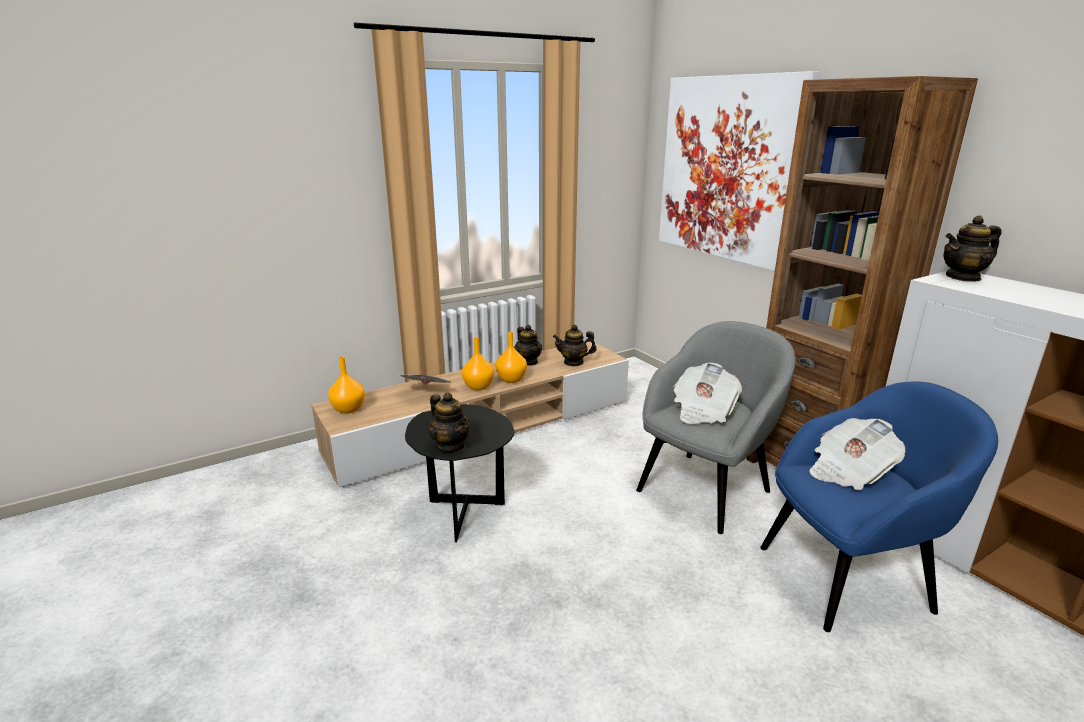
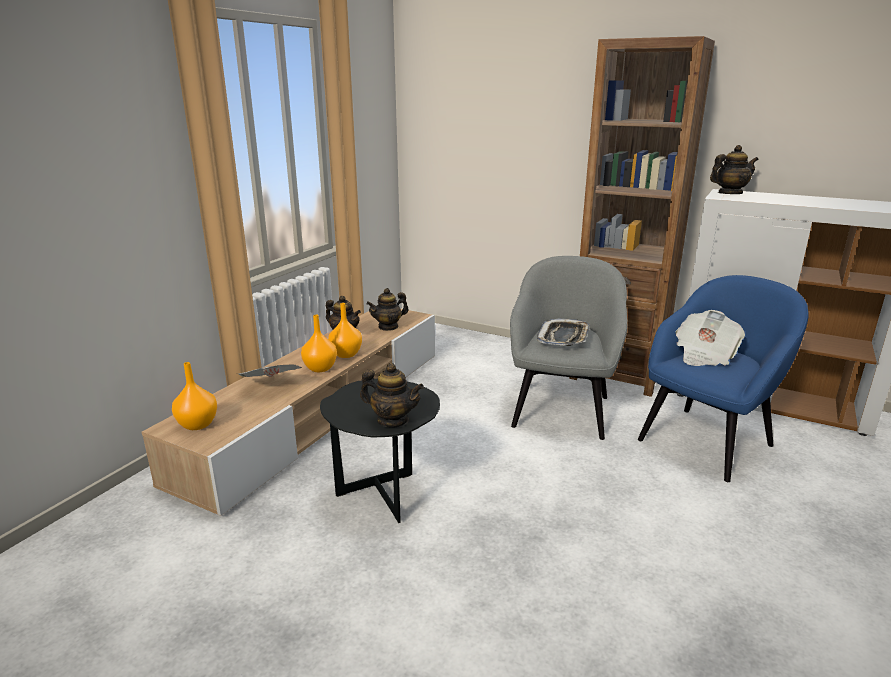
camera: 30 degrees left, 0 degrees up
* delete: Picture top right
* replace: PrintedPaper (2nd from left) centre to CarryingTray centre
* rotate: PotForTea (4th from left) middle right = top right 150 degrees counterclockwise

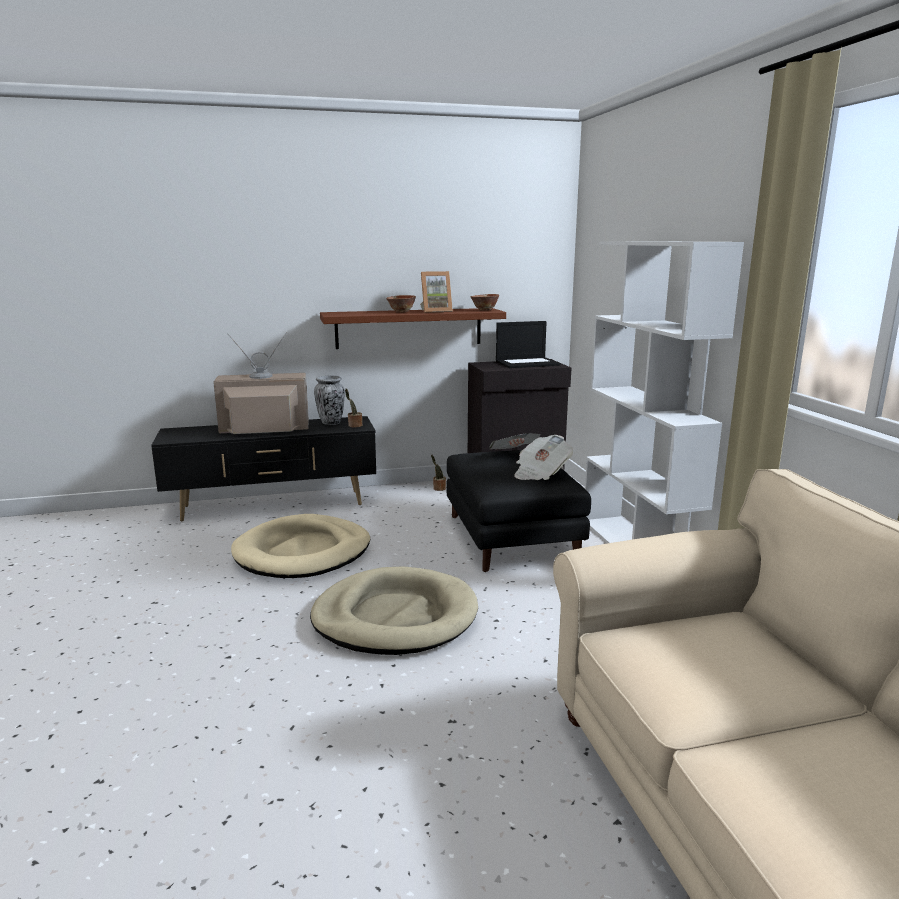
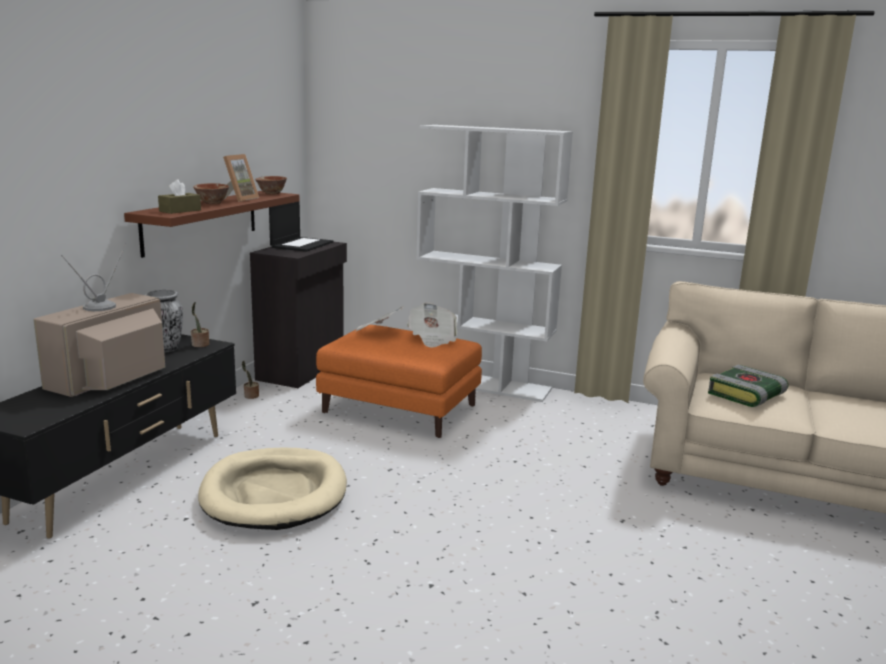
camera: 55 degrees left, 0 degrees up
* delete: BeigeDogBed (2nd from left) bottom centre
* recolor: BlackishPouffe centre to OrangeColouredPouffe centre
* insert: BrownishTissueHolder top left
* insert: Volume middle right

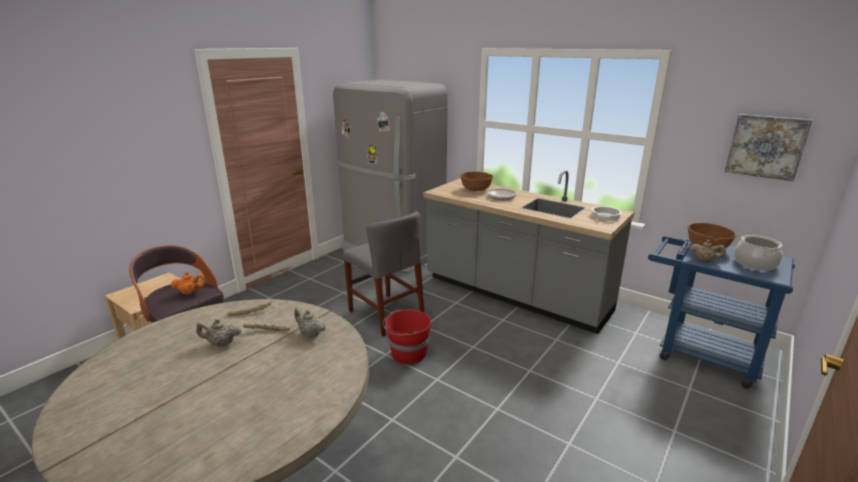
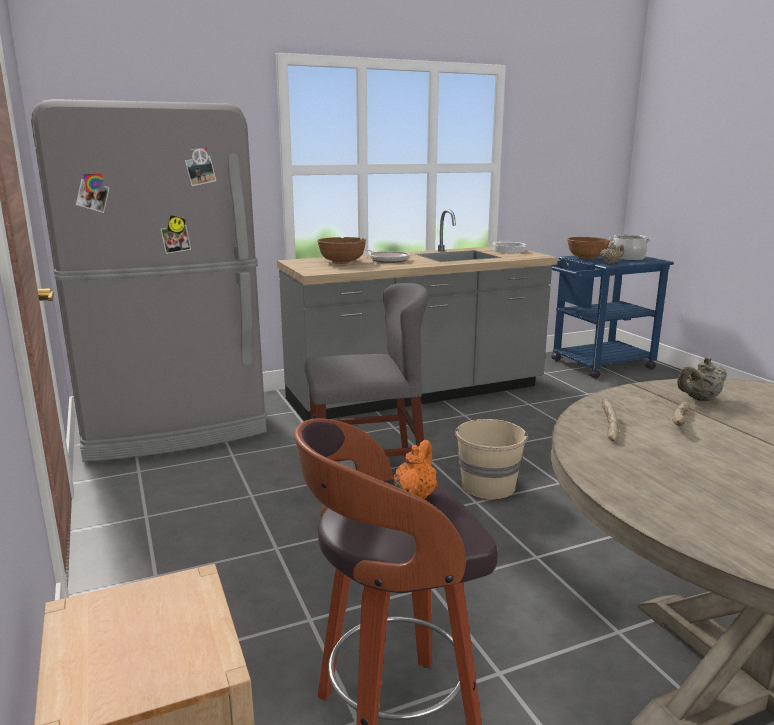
camera: 60 degrees left, 5 degrees down
* delete: BeigePotForTea (1st from left) bottom left
* recolor: RedColouredBucket bottom centre to BeigeBucket centre
* delete: Picture top right

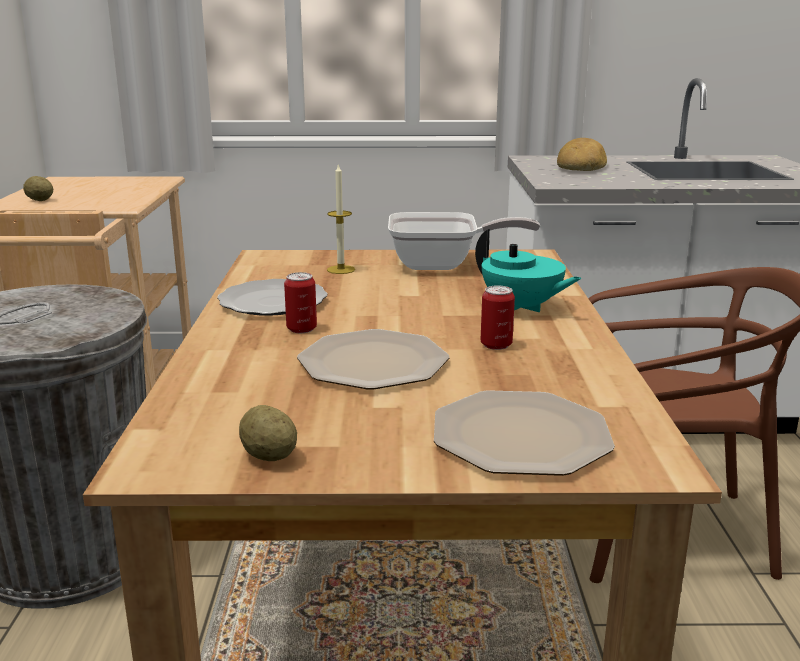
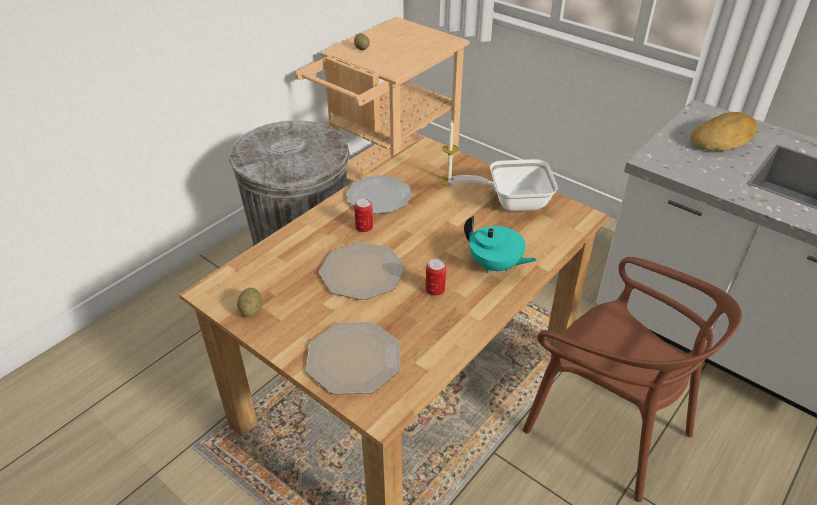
camera: 40 degrees right, 20 degrees up
* rotate: FryingPan centre = centre 135 degrees clockwise
* rotate: BlueGreenPotForTea centre = centre 45 degrees counterclockwise

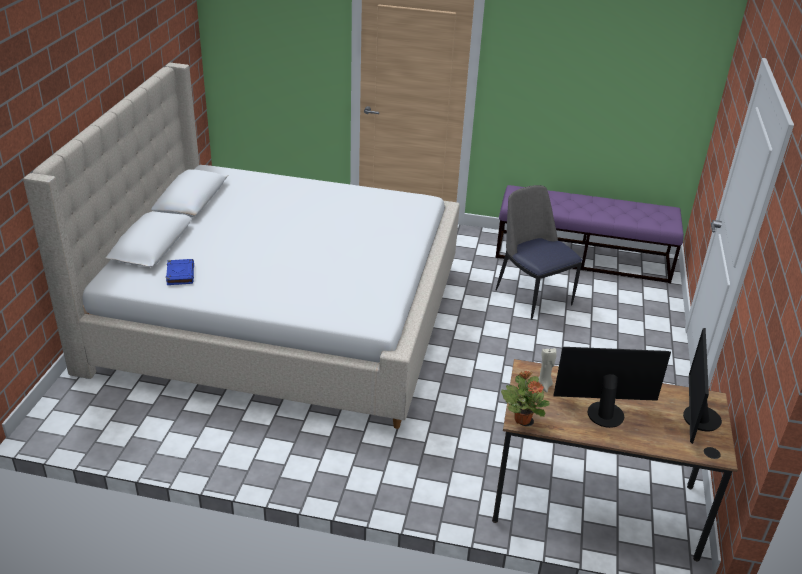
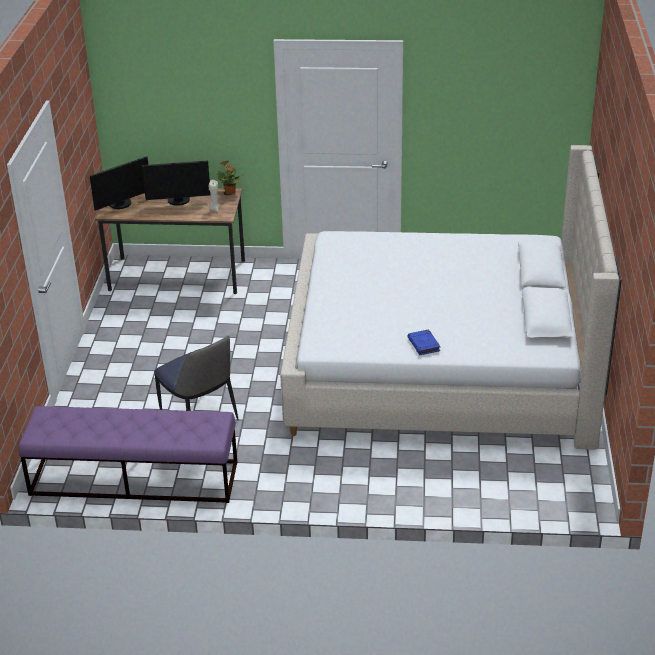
camera: 175 degrees right, 0 degrees up
* move: BluishVolume middle left to centre
* rotate: ComputerDisplay (2nd from left in the first image) bottom right = top left 45 degrees clockwise

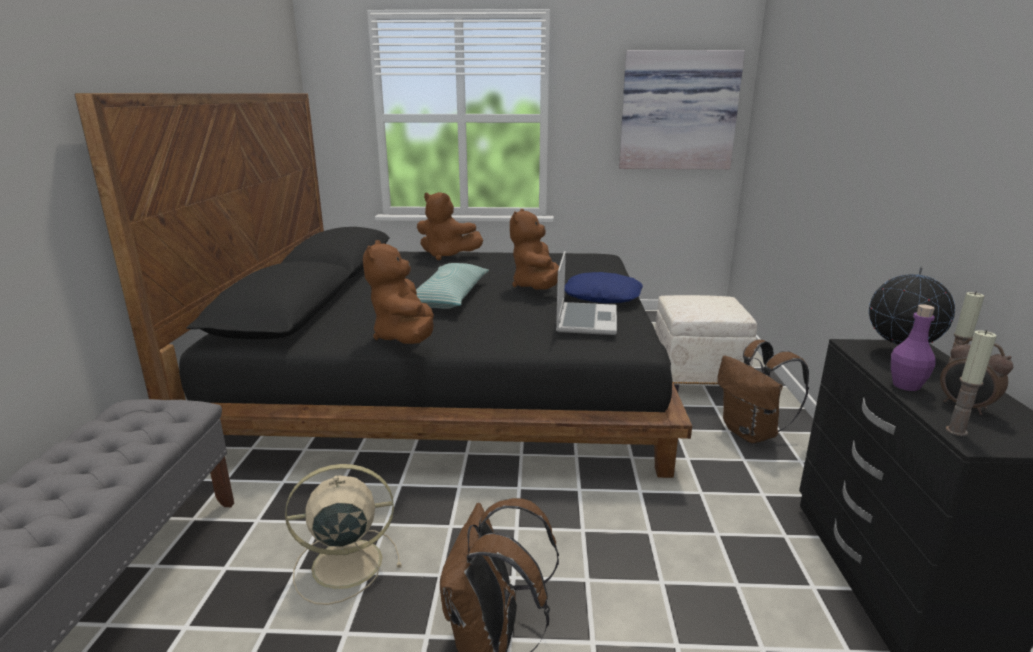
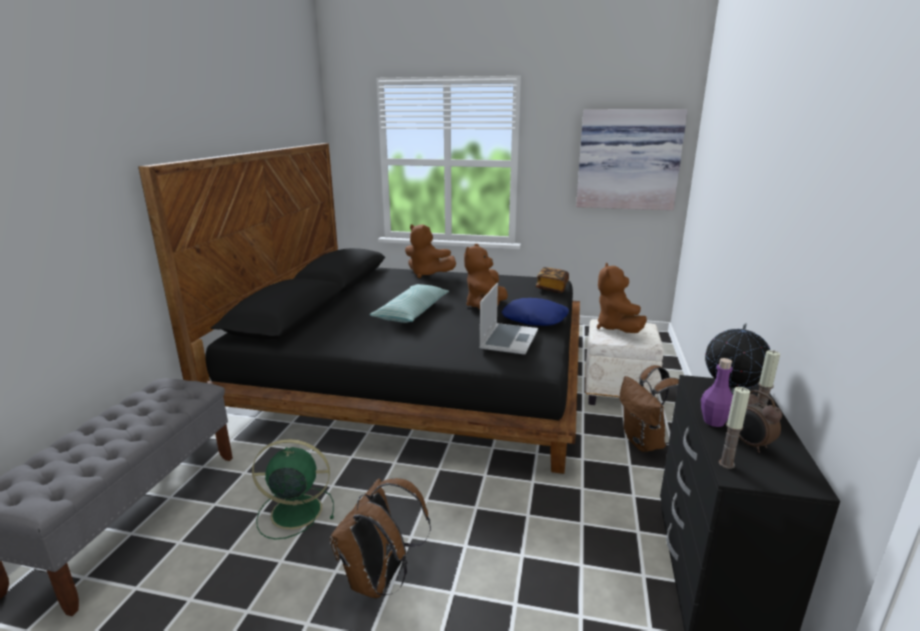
camera: 10 degrees right, 0 degrees up
* recolor: BeigeCoolingFan bottom left to GreenColouredCoolingFan bottom left
* move: BrownishSoftToy (1st from left in the first image) centre to BrownishSoftToy (3rd from left) middle right
* insert: Volume centre

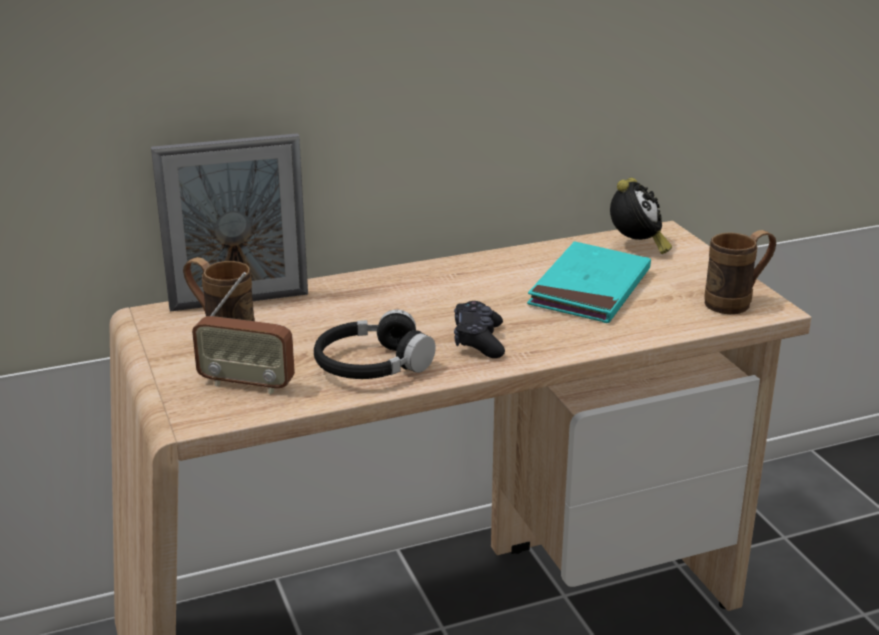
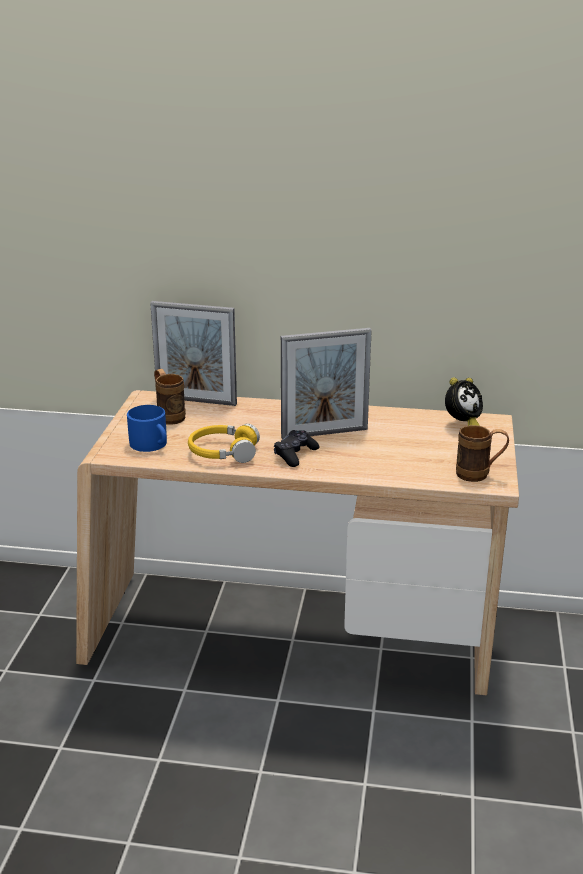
camera: 30 degrees right, 0 degrees up
* replace: Radio middle left to BluishTeaMug middle left
* recolor: BlackishHeadset centre to YellowColouredHeadset centre
* delete: BlueGreenVolume middle right
* insert: PhotoFrame (2nd from left) centre

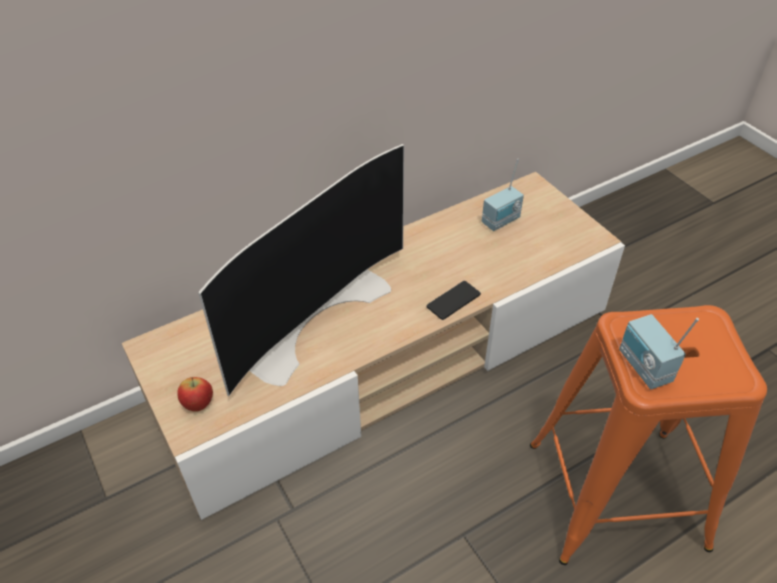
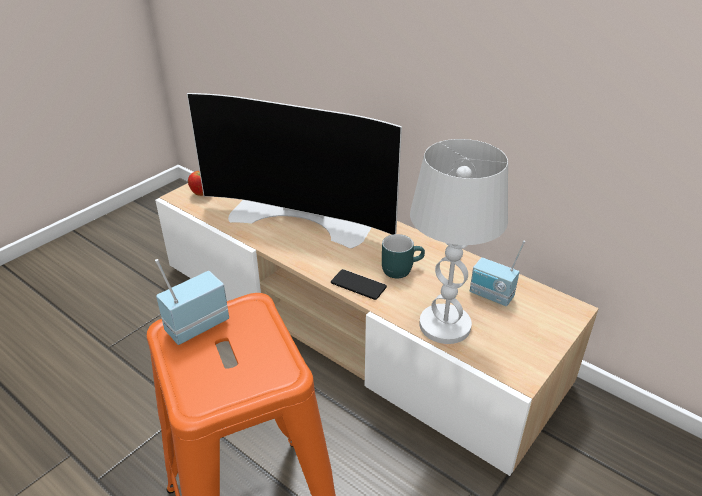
camera: 70 degrees right, 10 degrees down
* insert: BlueGreenTeaMug centre
* insert: WhitishTabletopLamp centre

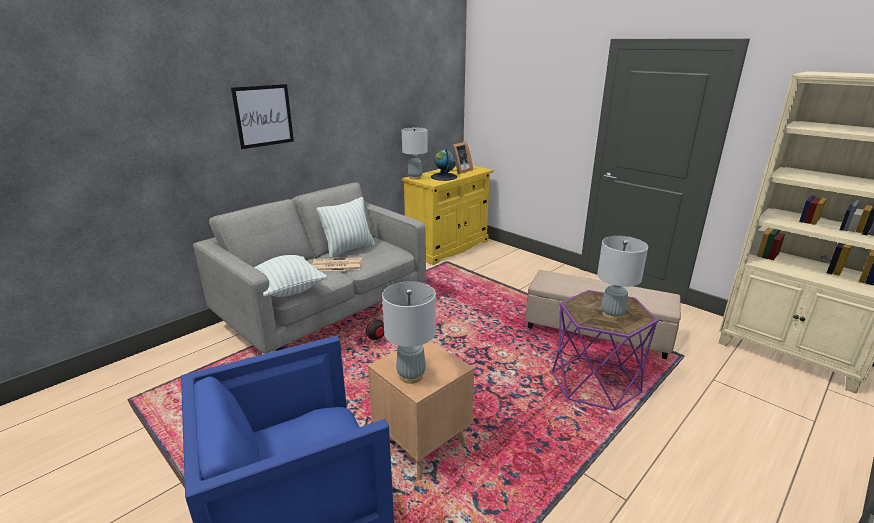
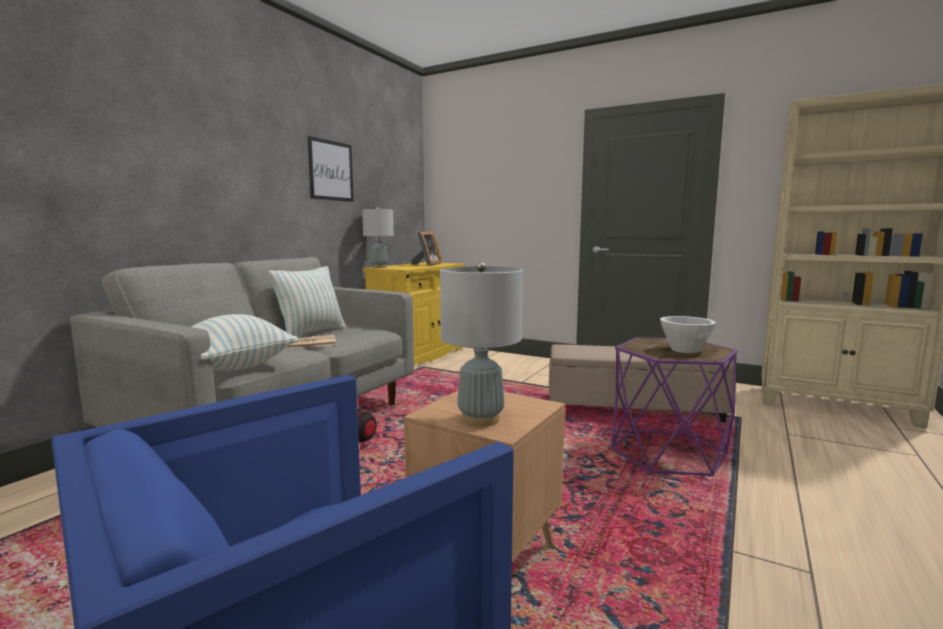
camera: 15 degrees left, 15 degrees down
* move: Picture top left to top centre
* delete: Globe top centre
* replace: GreyTabletopLamp (3rd from left) middle right to WhitishServingBowl middle right

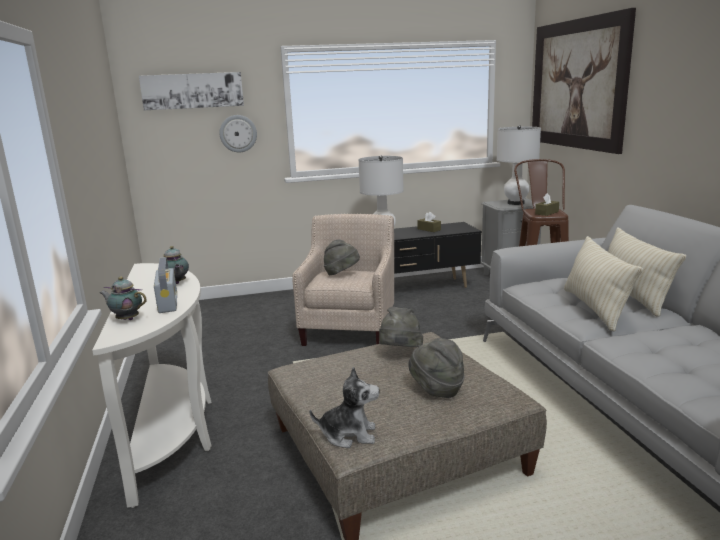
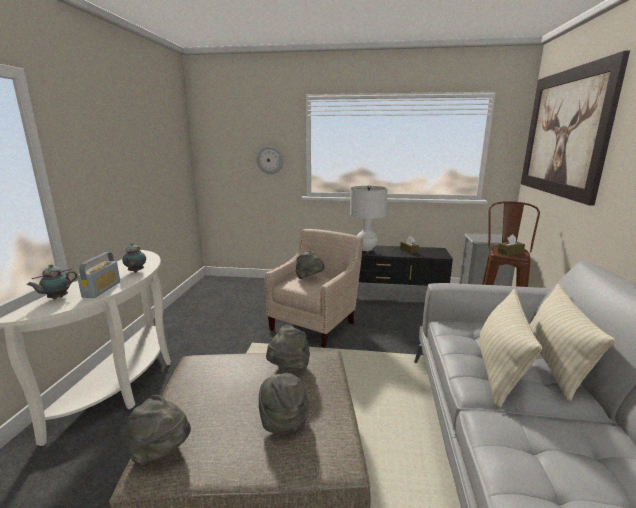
camera: 20 degrees right, 0 degrees up
* rotate: PotForTea (1st from left) middle left = middle left 90 degrees counterclockwise
* delete: Picture (1st from left) top left
* replace: SoftToy bottom centre to GreyClothingHat (1st from left) bottom left
* delete: WhitishTabletopLamp (2nd from left) top right

